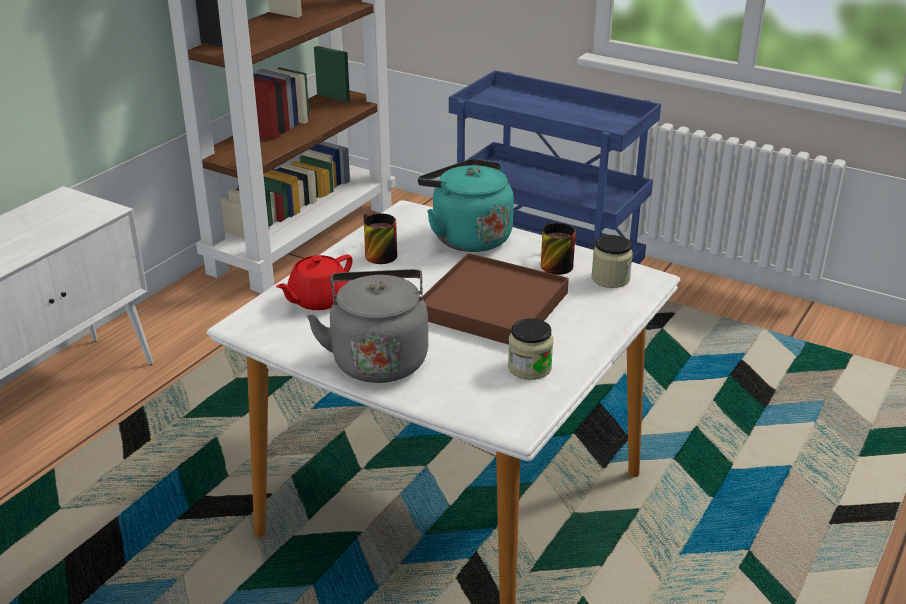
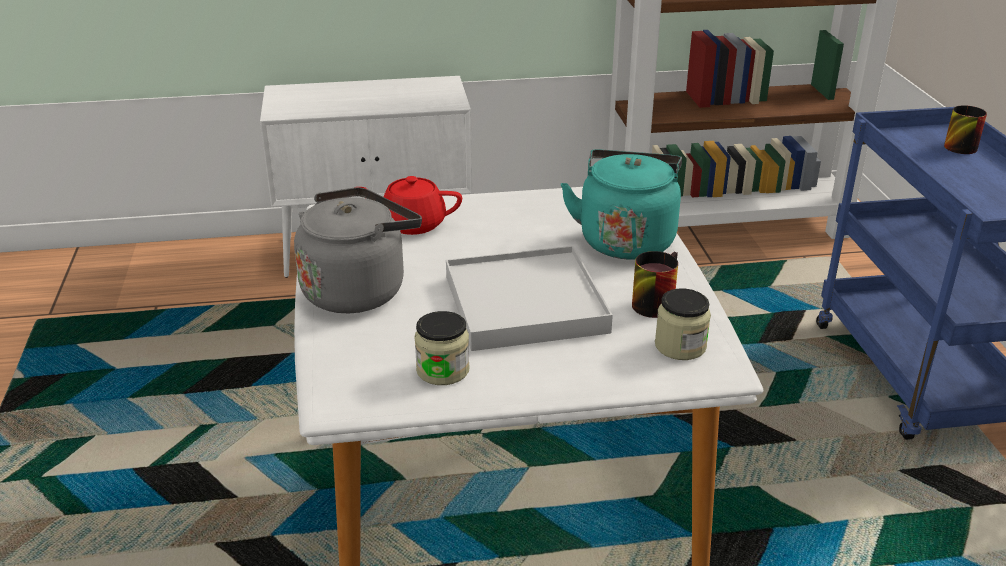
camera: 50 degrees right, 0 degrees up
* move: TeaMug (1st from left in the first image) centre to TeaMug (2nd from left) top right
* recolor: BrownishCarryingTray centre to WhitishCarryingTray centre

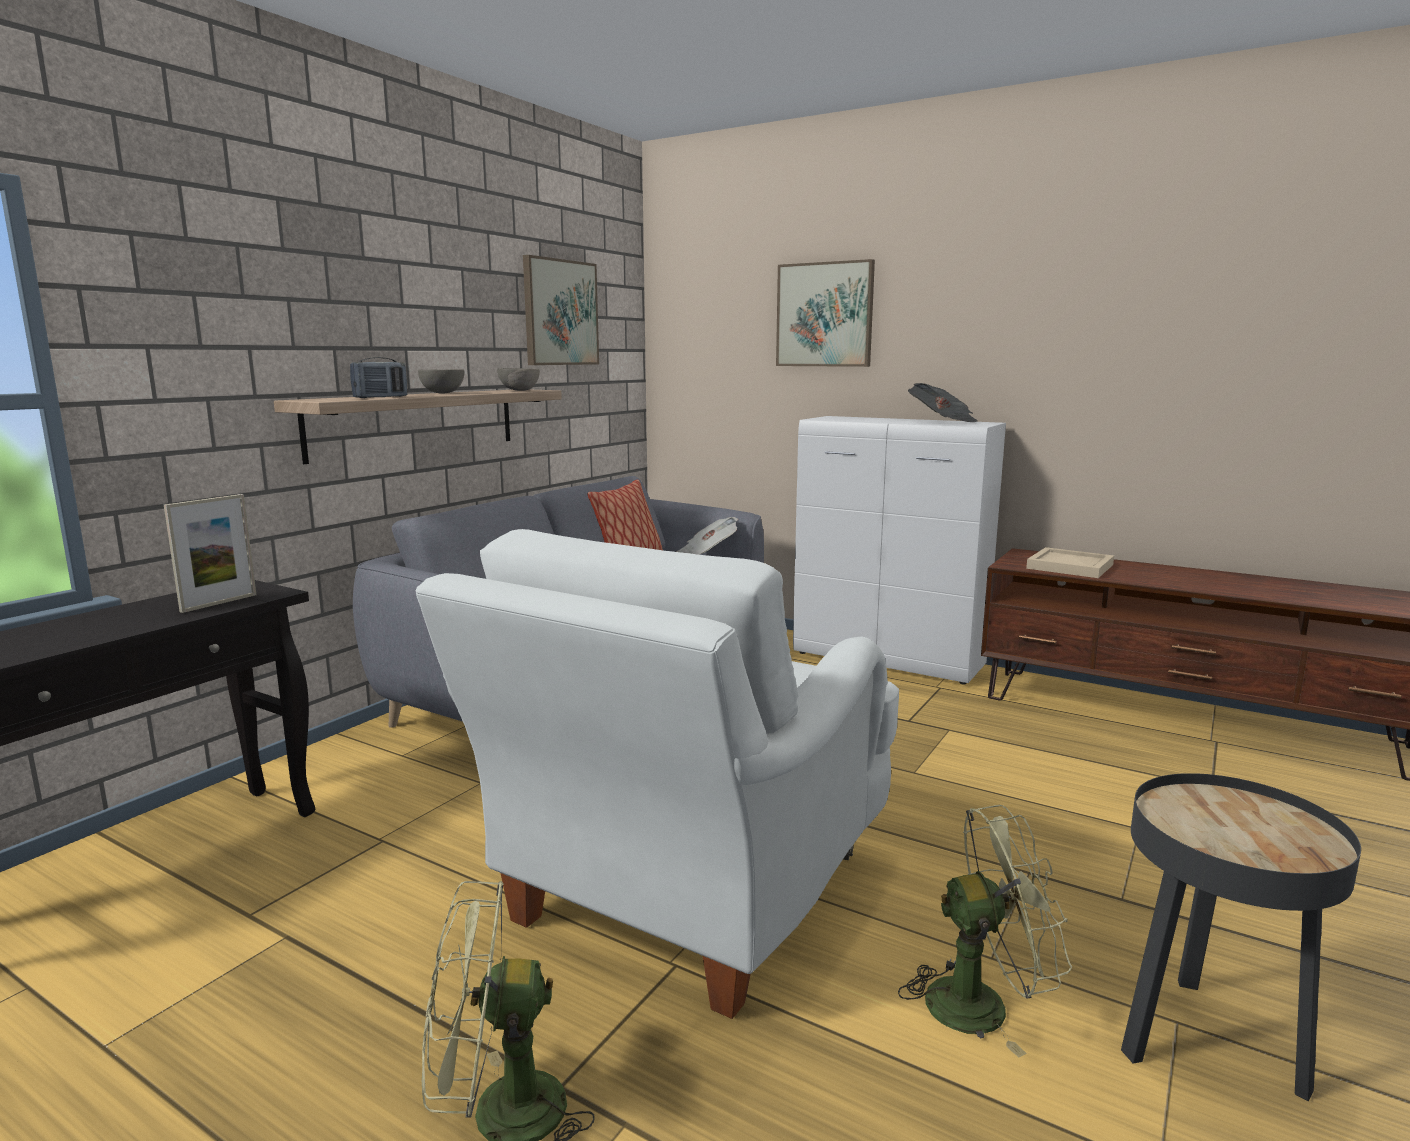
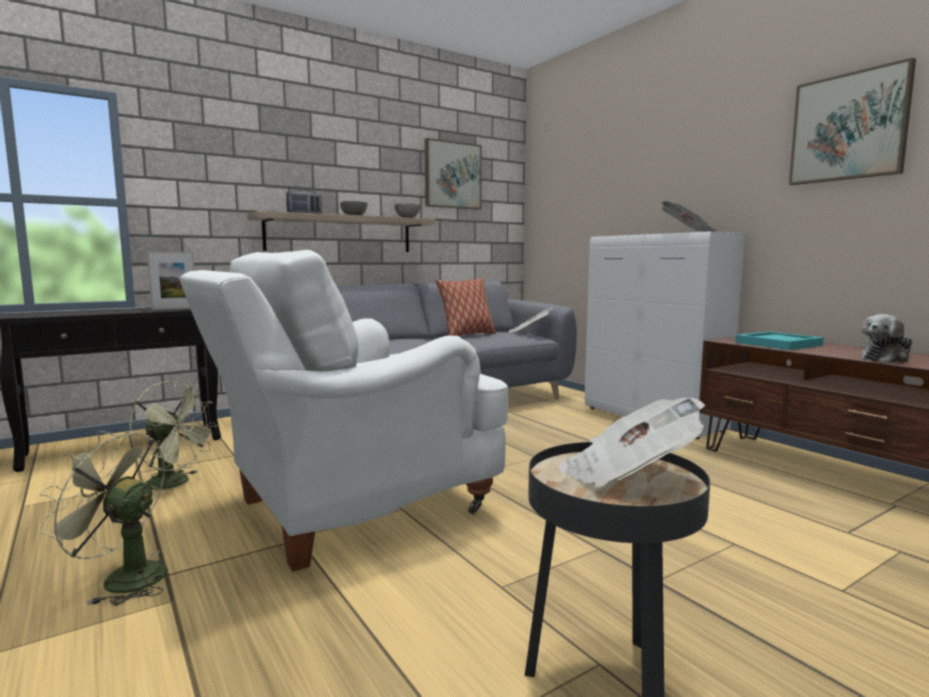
camera: 25 degrees right, 5 degrees down
* move: Picture (2nd from left) top centre to top right
* move: GreenColouredCoolingFan (2nd from left) bottom right to middle left
* recolor: BeigeCarryingTray middle right to BlueGreenCarryingTray middle right
* insert: PrintedPaper (2nd from left) middle right
* insert: SoftToy middle right

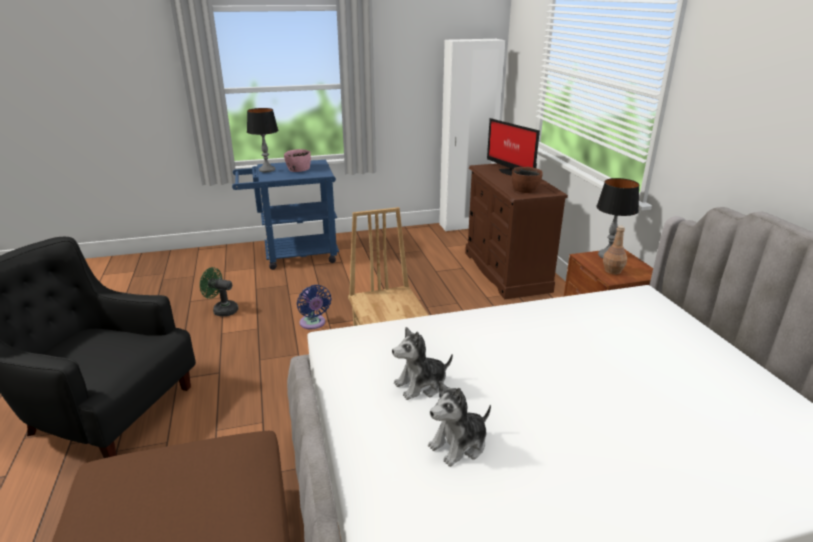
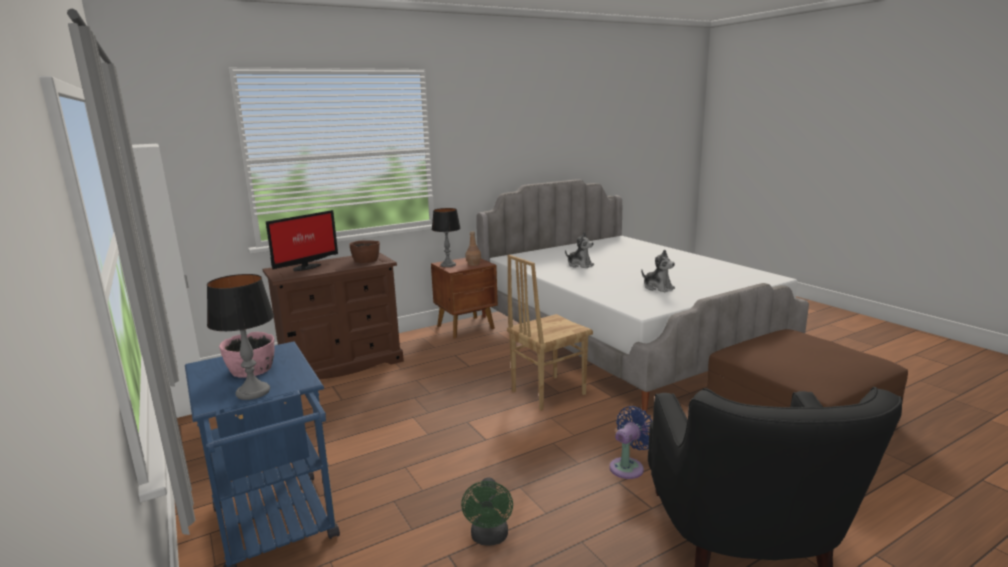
camera: 105 degrees left, 10 degrees down
* move: BluishCoolingFan centre to bottom centre
* move: SoftToy (2nd from left in the first image) bottom centre to SoftToy (1st from left) centre

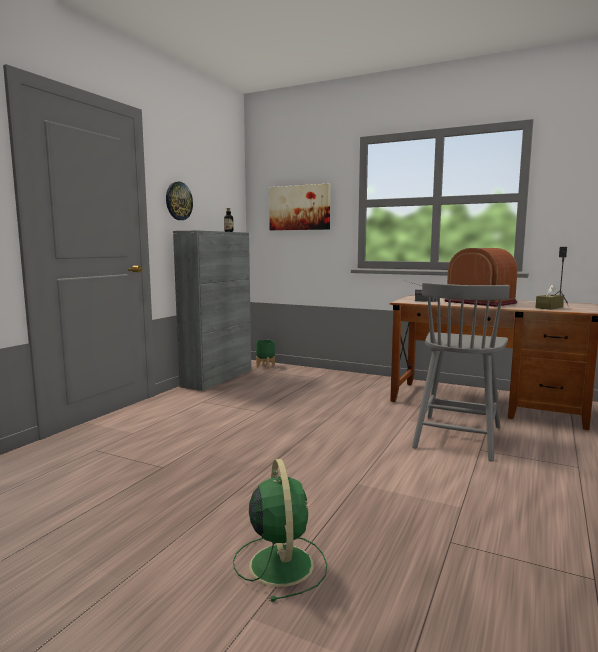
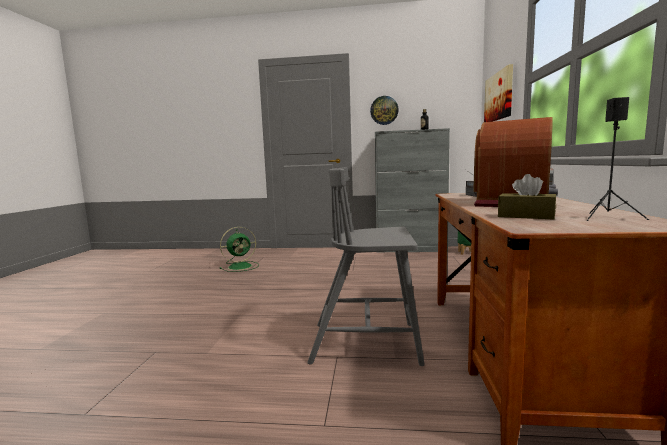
camera: 70 degrees right, 0 degrees up
* move: GreenColouredCoolingFan bottom centre to centre

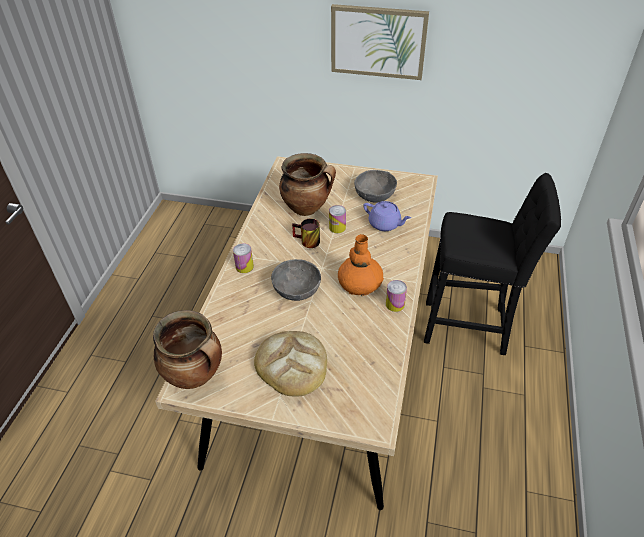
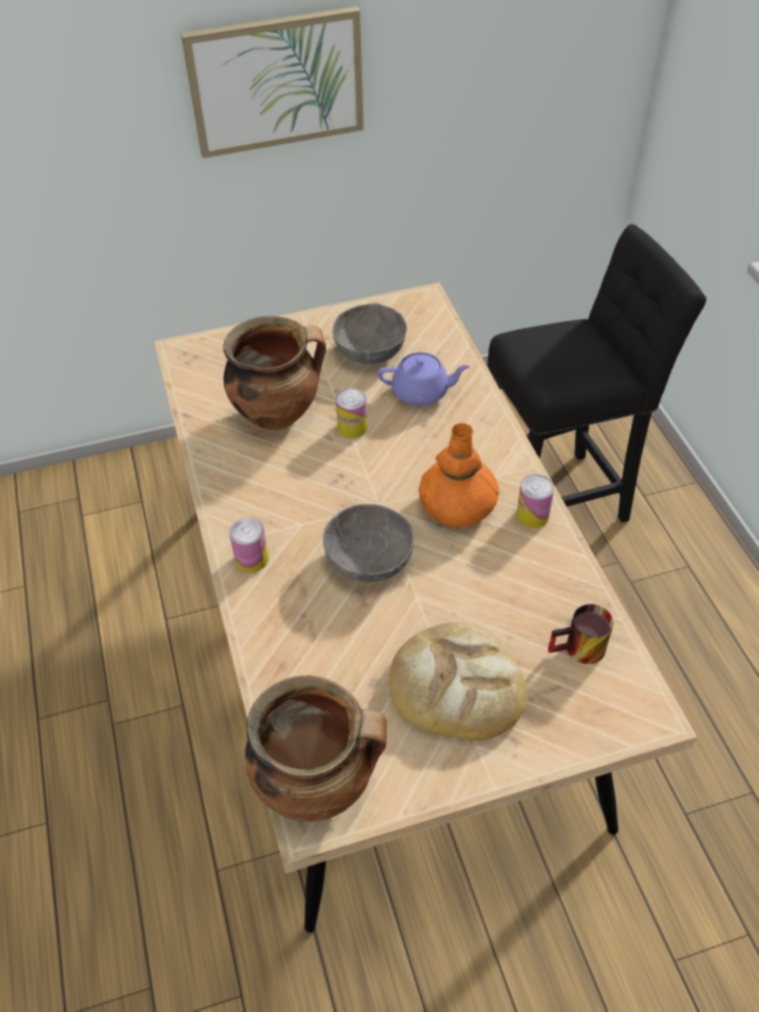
camera: 30 degrees left, 5 degrees up
* move: TeaMug centre to middle right

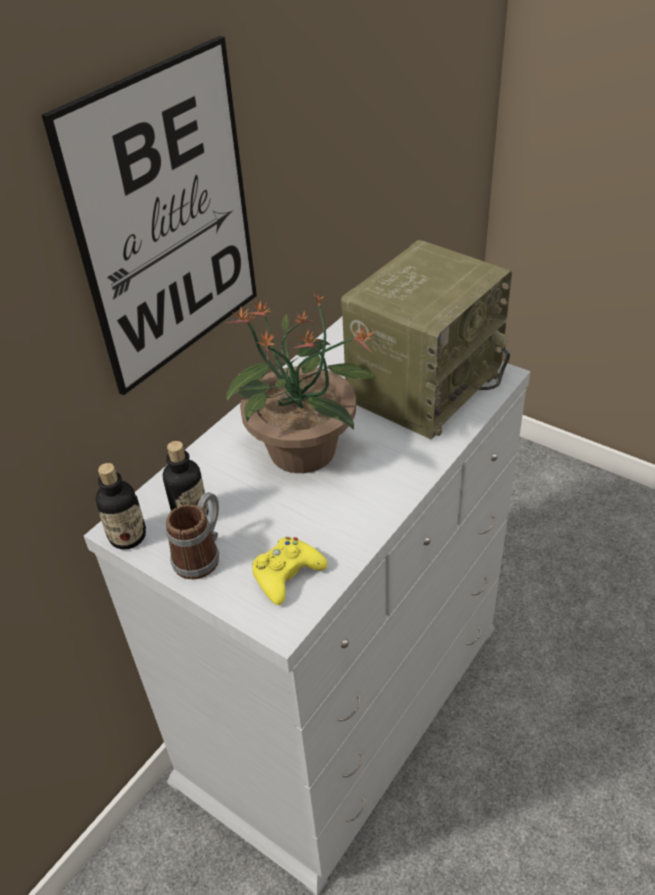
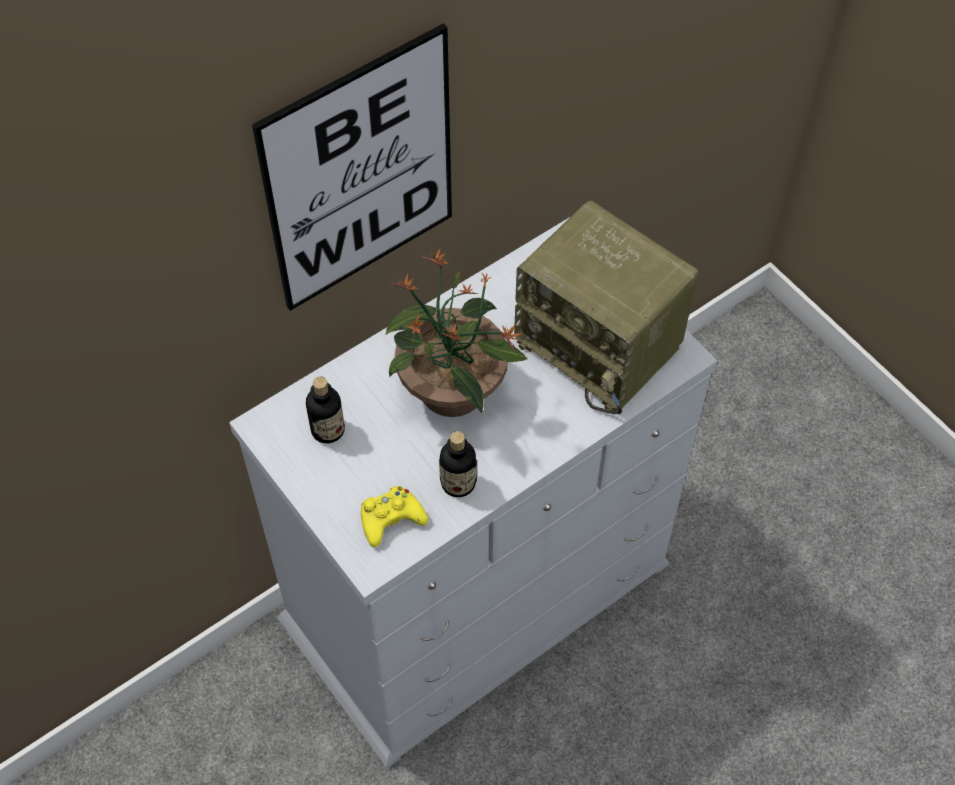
camera: 15 degrees right, 15 degrees up
* move: Bottle (1st from left in the first image) middle left to Bottle (2nd from left) centre
* delete: TeaMug middle left
* rotate: Radio centre = centre 75 degrees clockwise

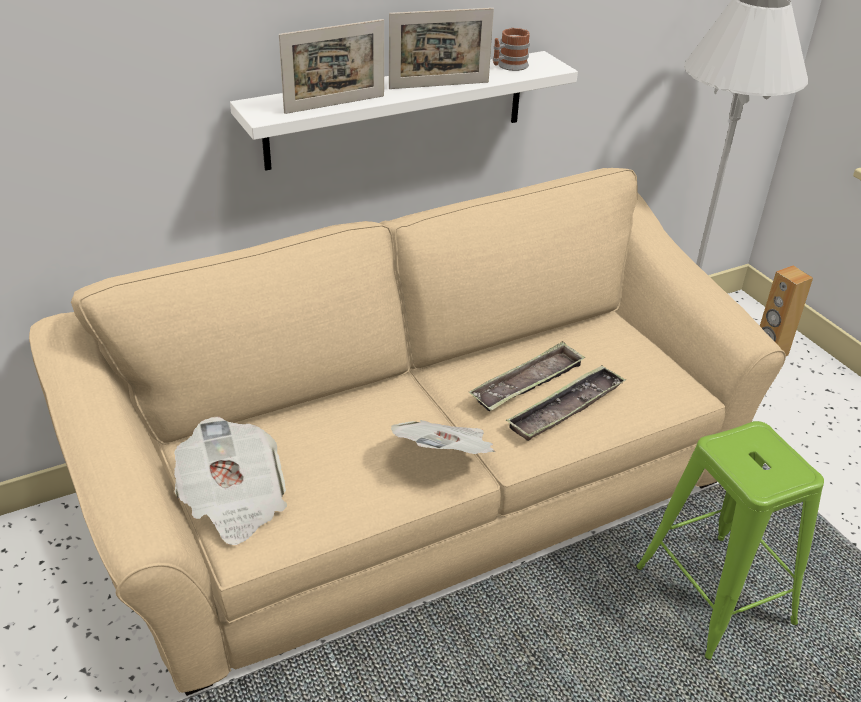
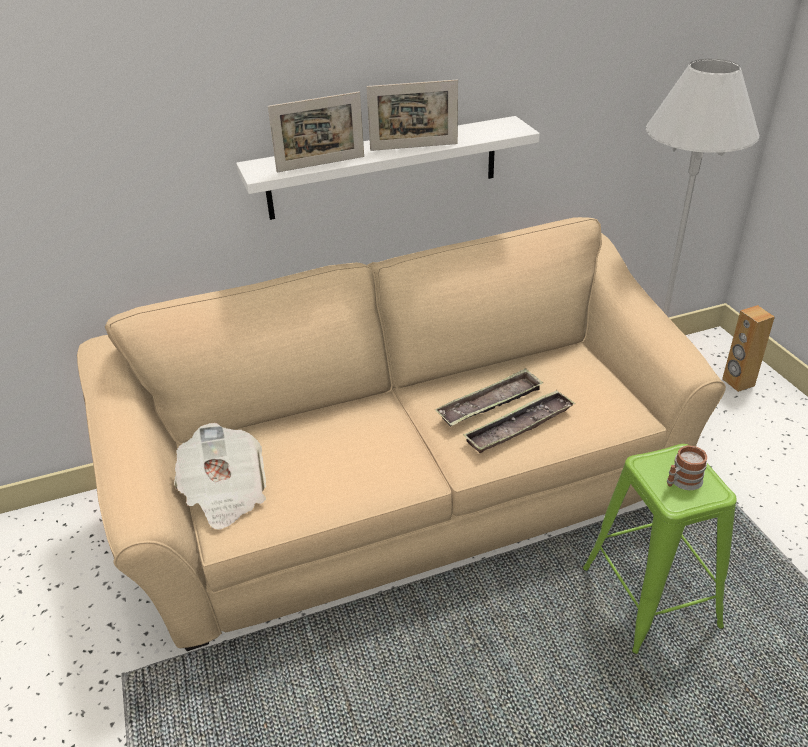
camera: 10 degrees right, 0 degrees up
* delete: PrintedPaper (2nd from left) centre
* move: TeaMug top centre to middle right

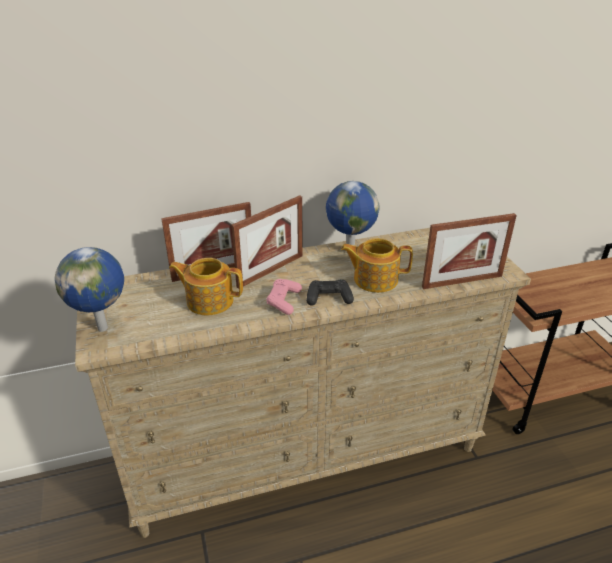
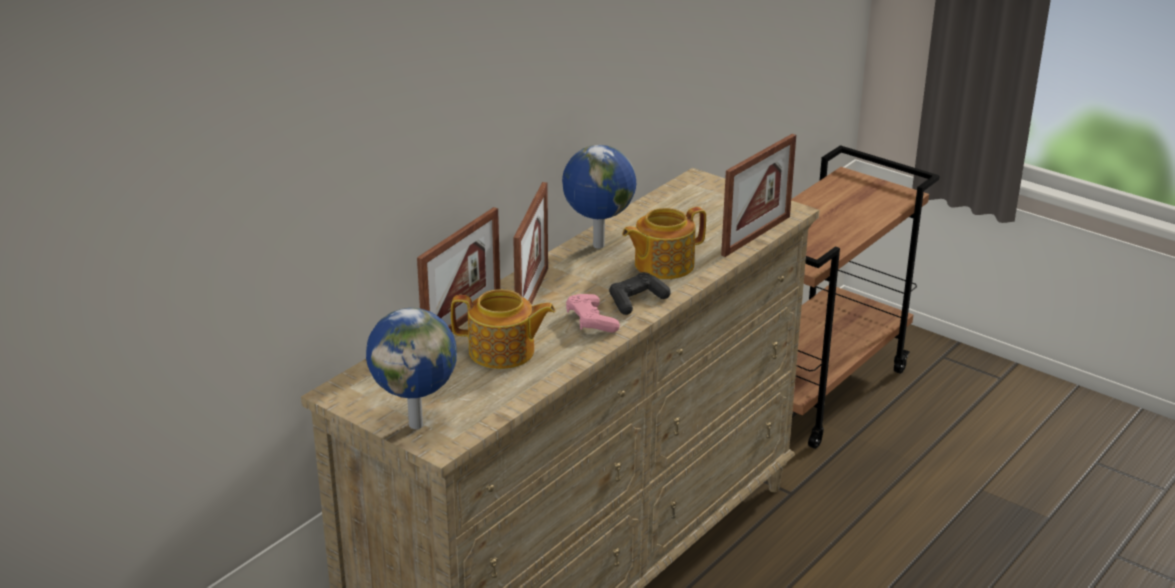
camera: 35 degrees left, 5 degrees down
* rotate: PotForTea (1st from left) centre = centre 150 degrees counterclockwise

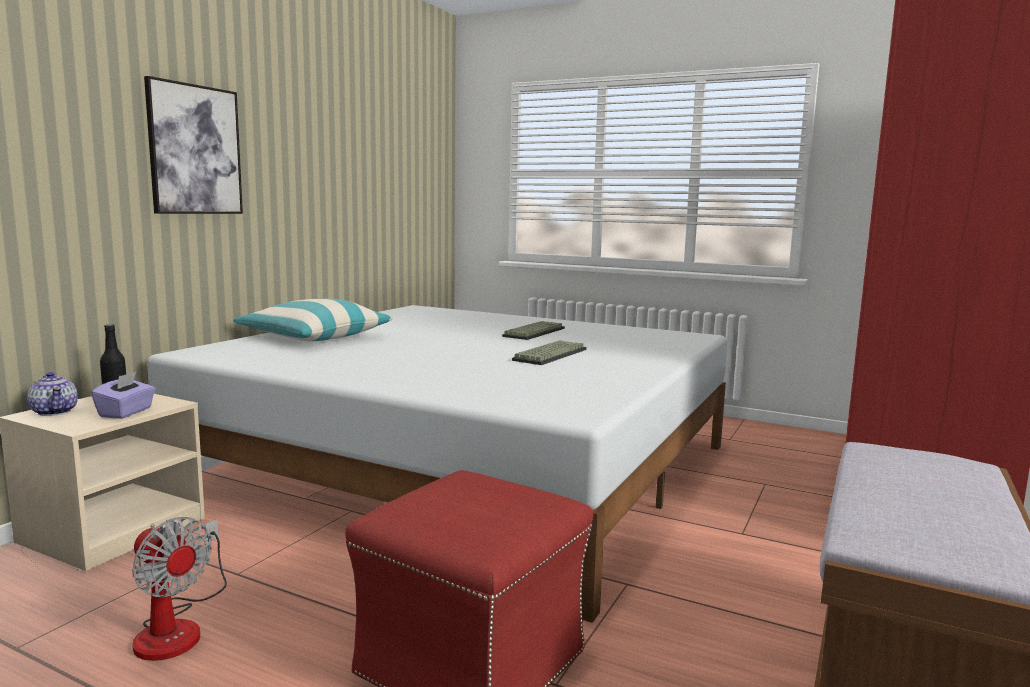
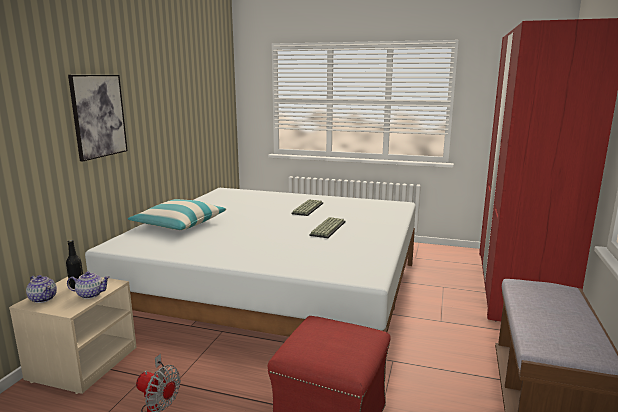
camera: 10 degrees left, 5 degrees up
* replace: PurpleColouredTissueHolder middle left to PotForTea (2nd from left) bottom left

